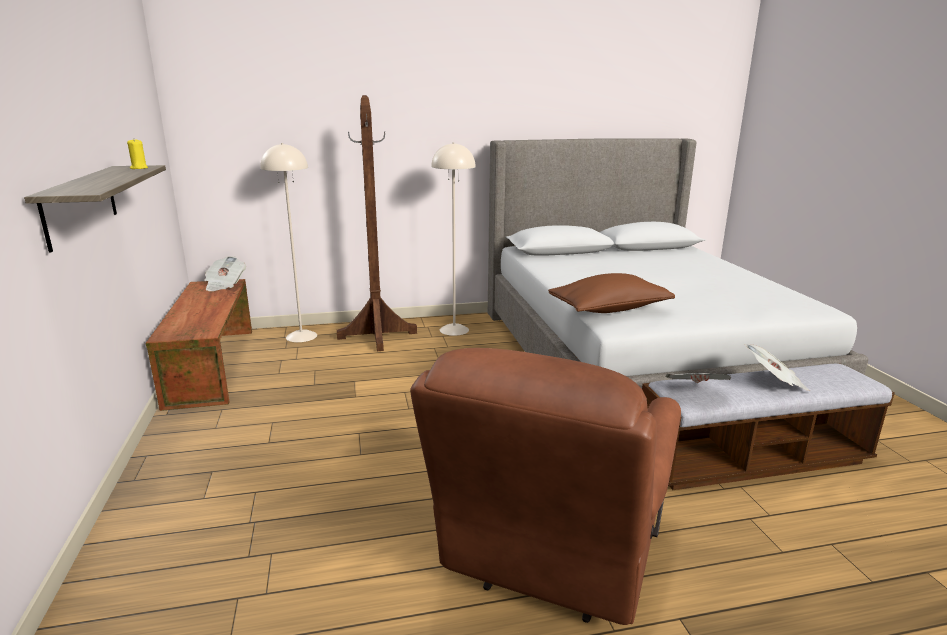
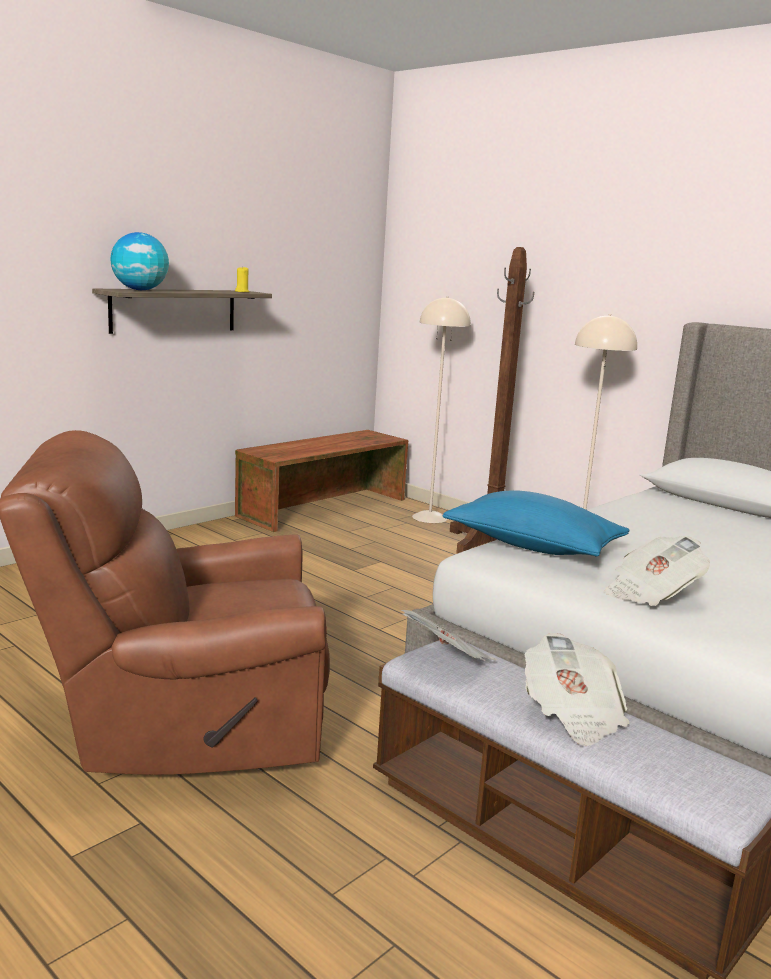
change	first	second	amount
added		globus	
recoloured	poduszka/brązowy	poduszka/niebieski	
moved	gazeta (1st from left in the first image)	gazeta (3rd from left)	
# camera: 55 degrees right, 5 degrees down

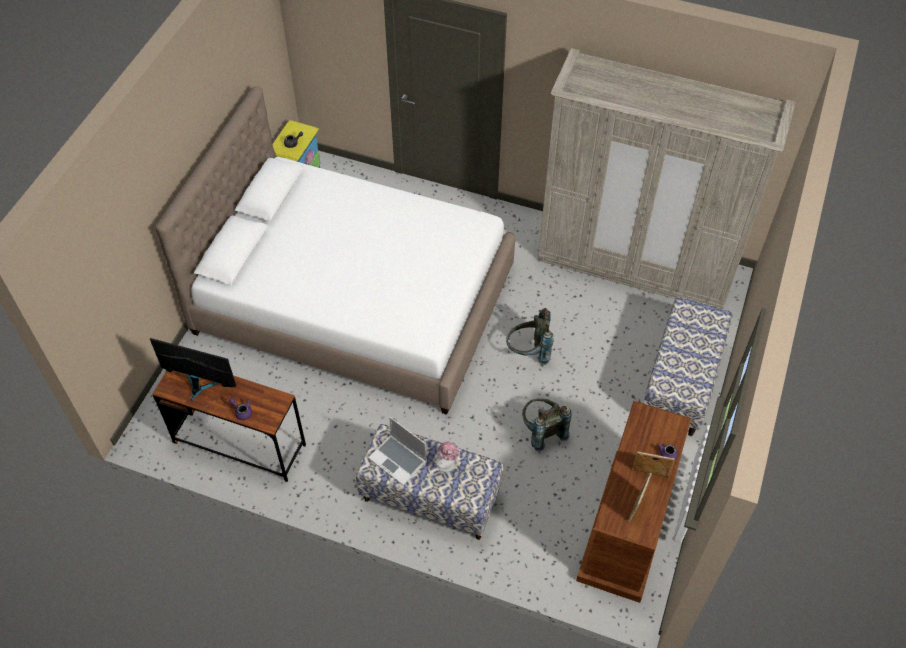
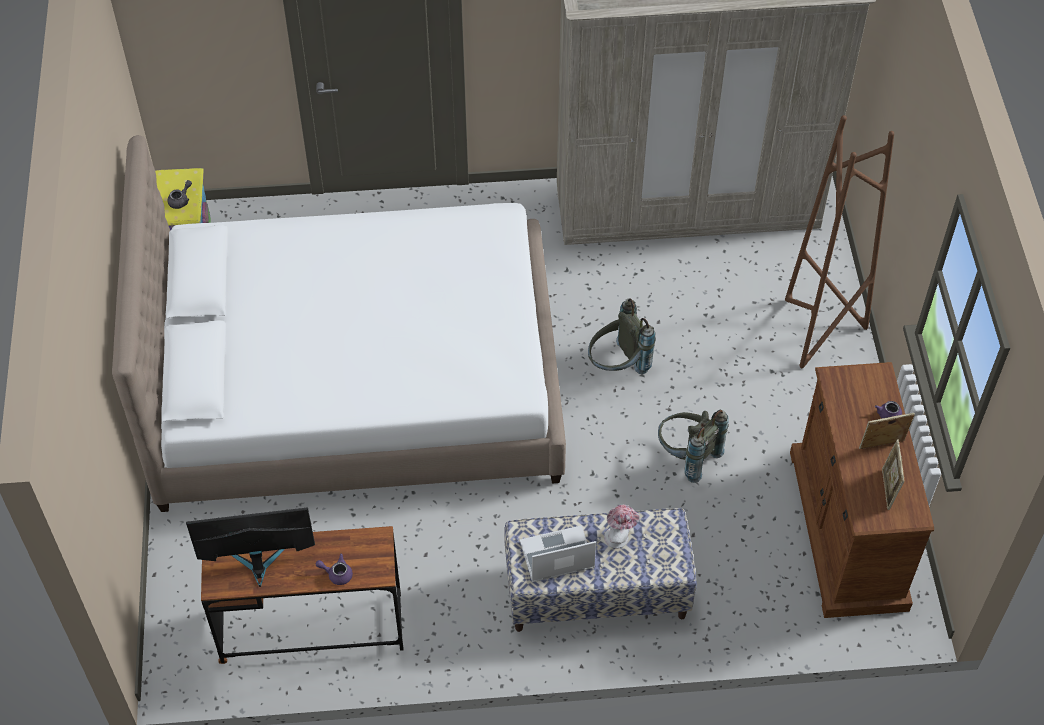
change	first	second	amount
turned	laptop		150 degrees clockwise
replaced	ławka (2nd from left)	wieszak/brązowy	
# camera: 25 degrees left, 0 degrees up

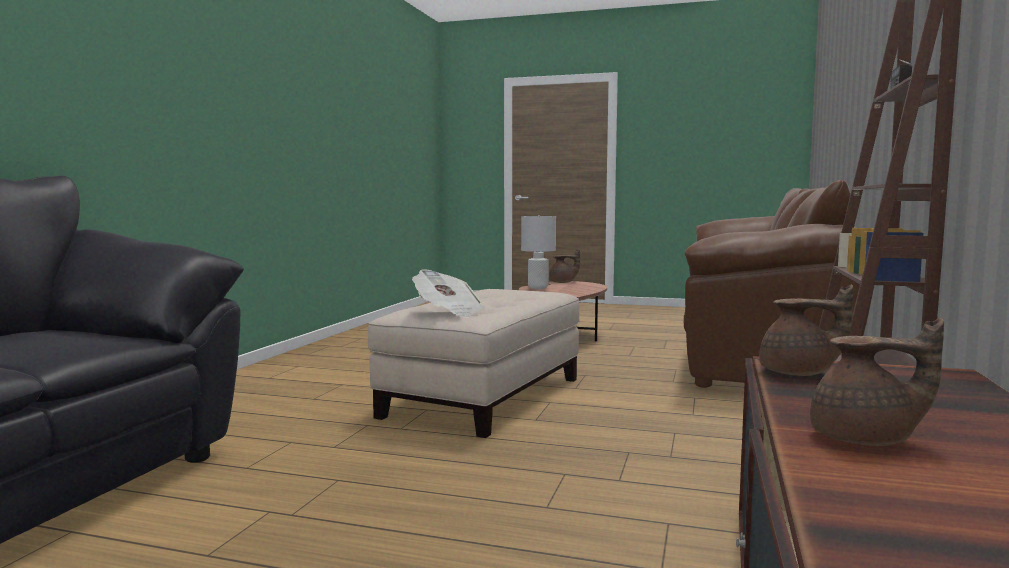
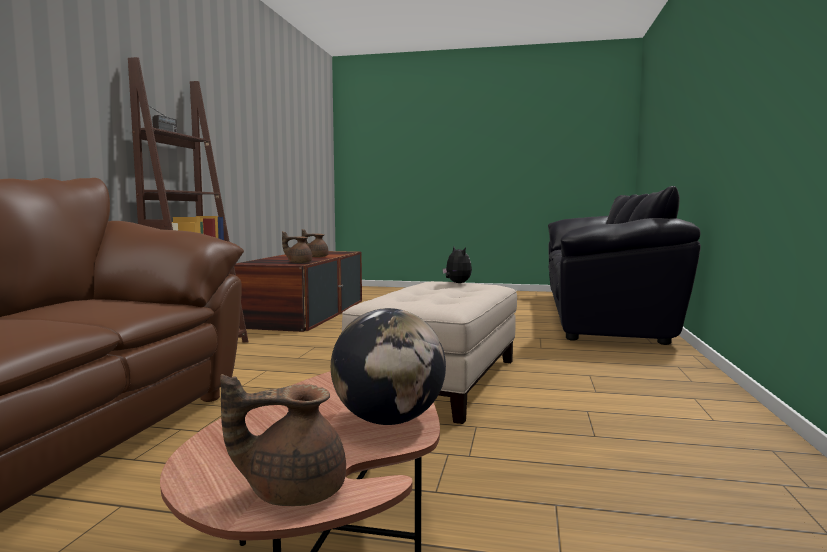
change	first	second	amount
replaced	lampa stołowa/szary	globus	
replaced	gazeta	pluszak	
# camera: 175 degrees right, 0 degrees up

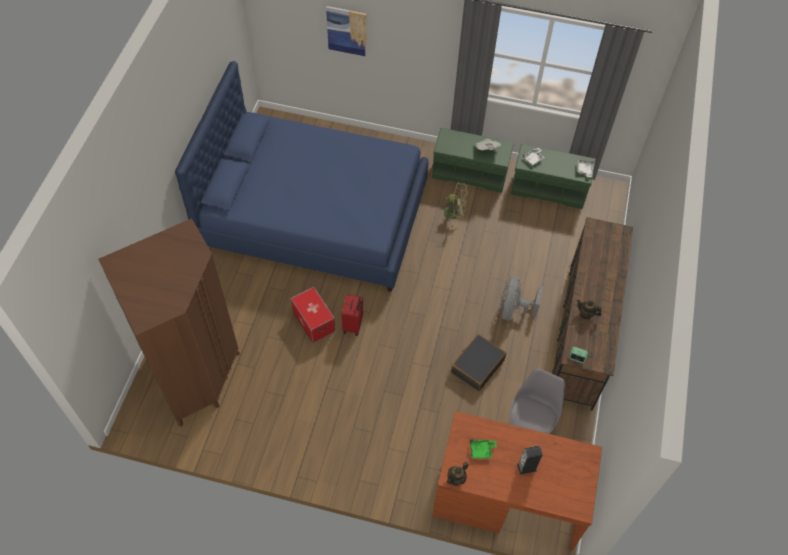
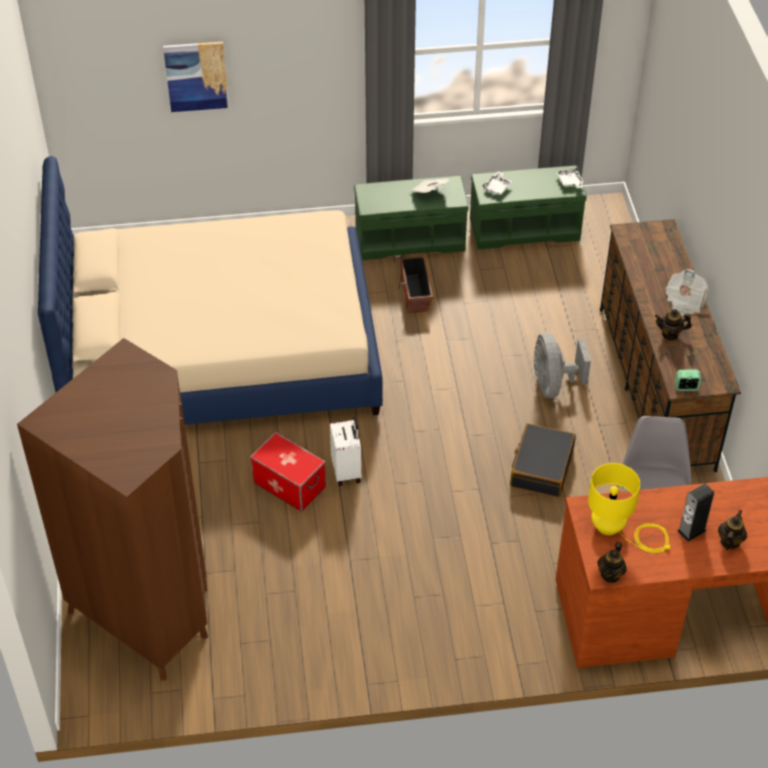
change	first	second	amount
recoloured	łóżko/niebieski	łóżko/beżowy	
recoloured	walizka/czerwony	walizka/biały	
replaced	wentylator/zielony	donica	
replaced	taca/zielony	lampa stołowa/żółty	
added		gazeta (2nd from left)	
added		imbryk (3rd from left)	
# camera: 20 degrees left, 10 degrees down

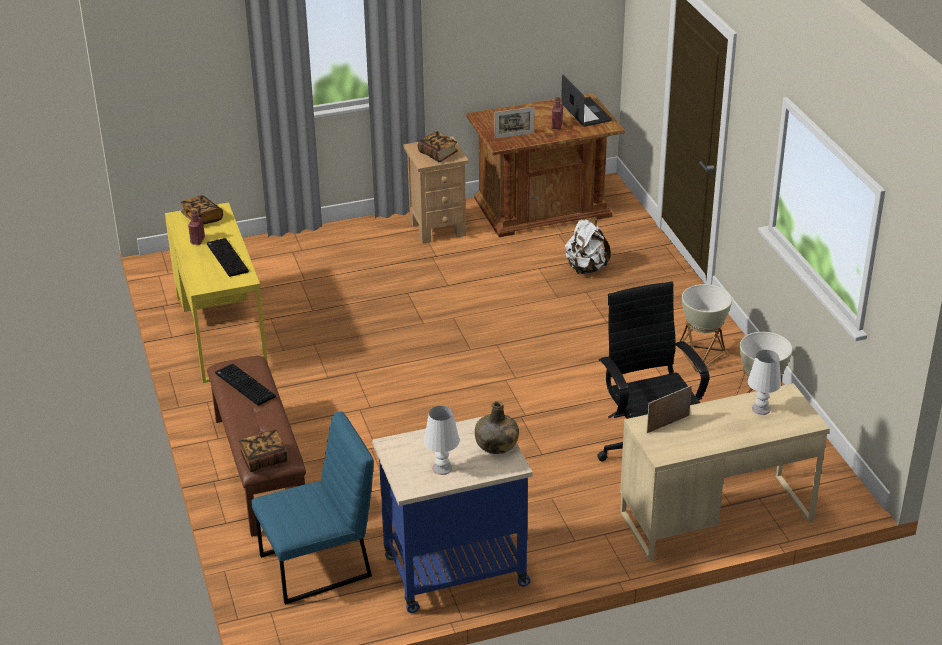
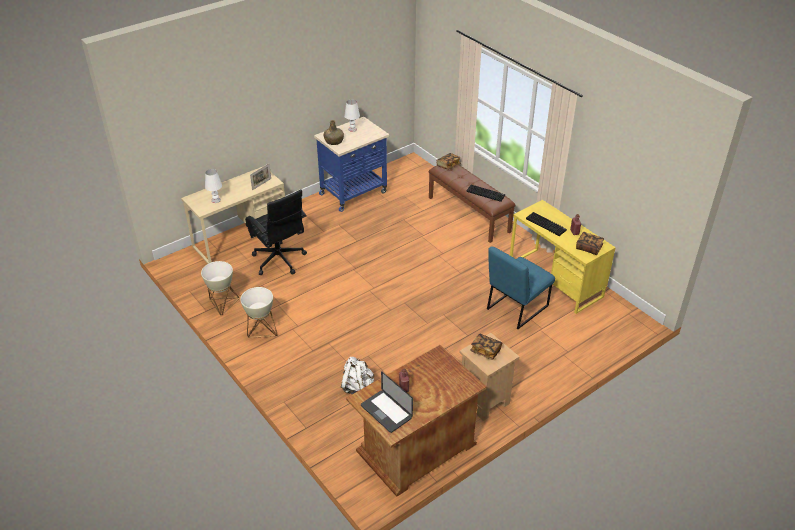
change	first	second	amount
moved	krzesło/niebieski		
removed	ramka na zdjęcie (1st from left)		
# camera: 160 degrees right, 5 degrees up

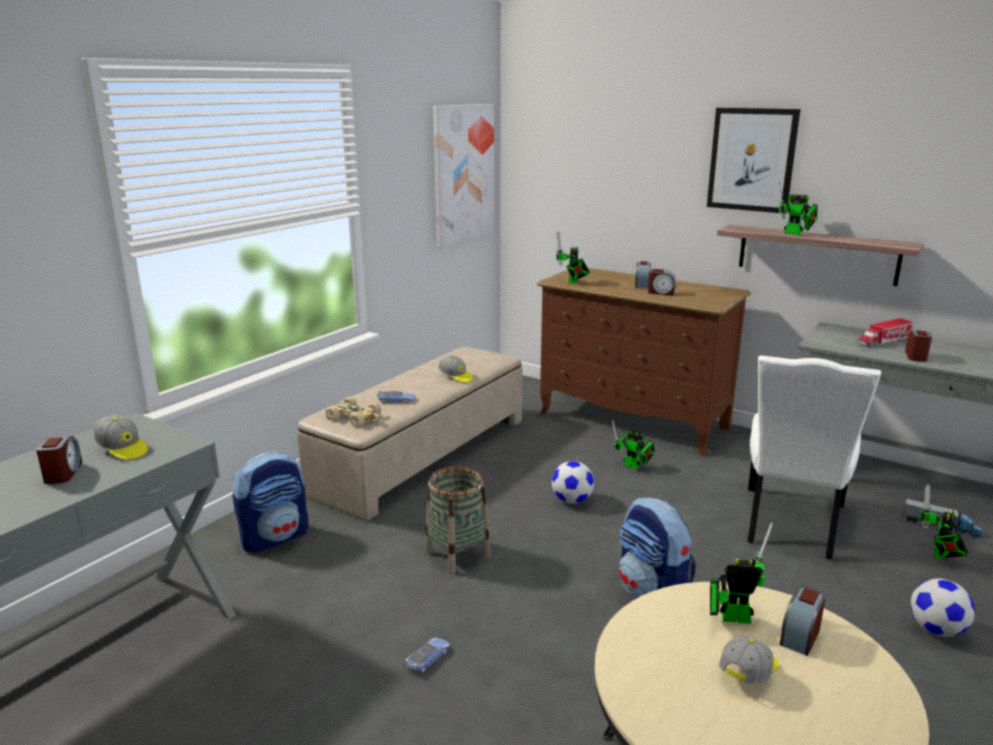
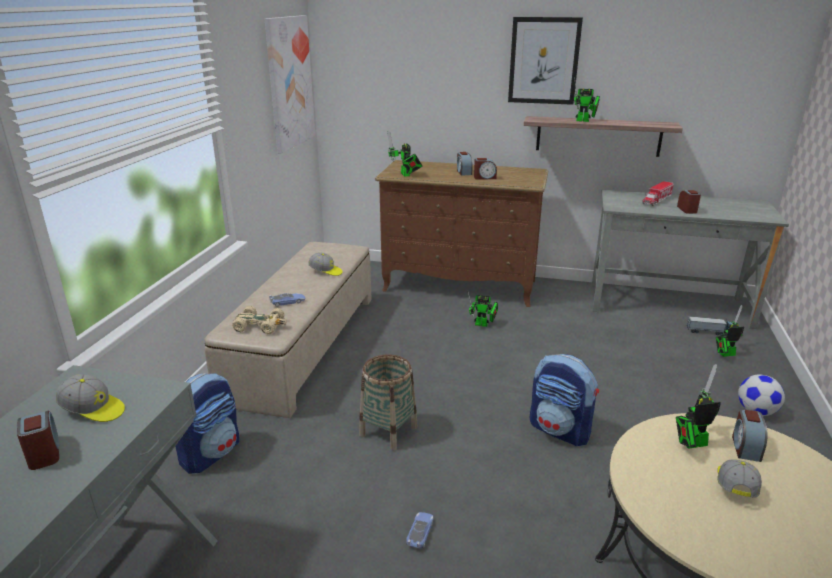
change	first	second	amount
turned	robot zabawkowy (5th from left)		75 degrees clockwise
removed	piłka futbolowa (1st from left)		
removed	krzesło/biały		
# camera: 20 degrees left, 5 degrees up

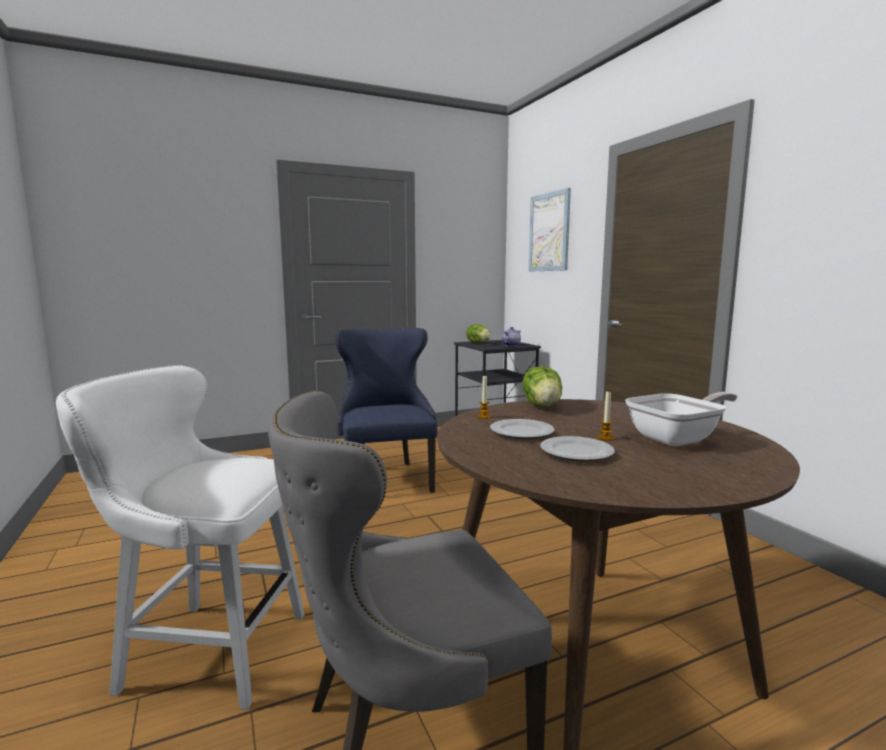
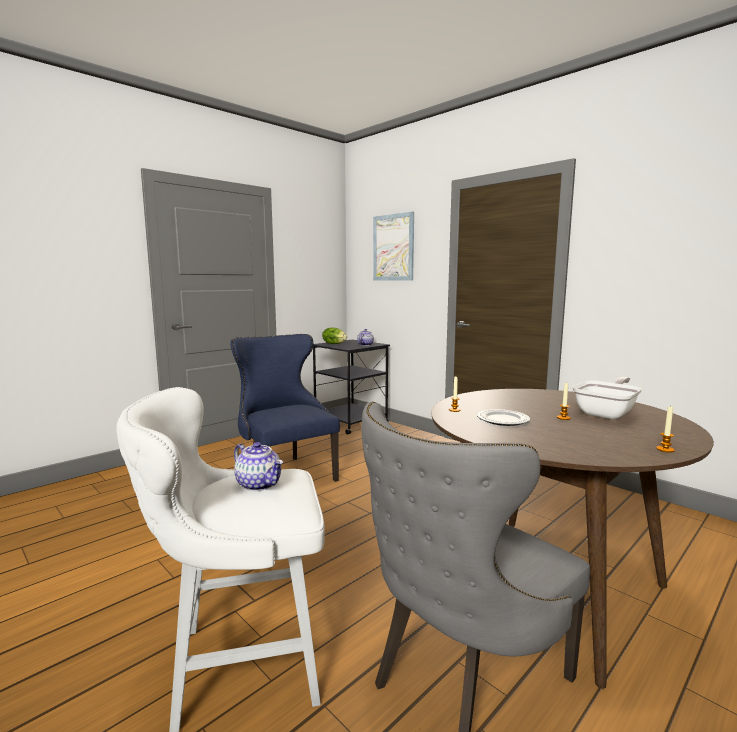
change	first	second	amount
added		imbryk (1st from left)	
added		świeca (3rd from left)	
removed	sałata (2nd from left)		
removed	talerz (2nd from left)		
# camera: 20 degrees left, 0 degrees up

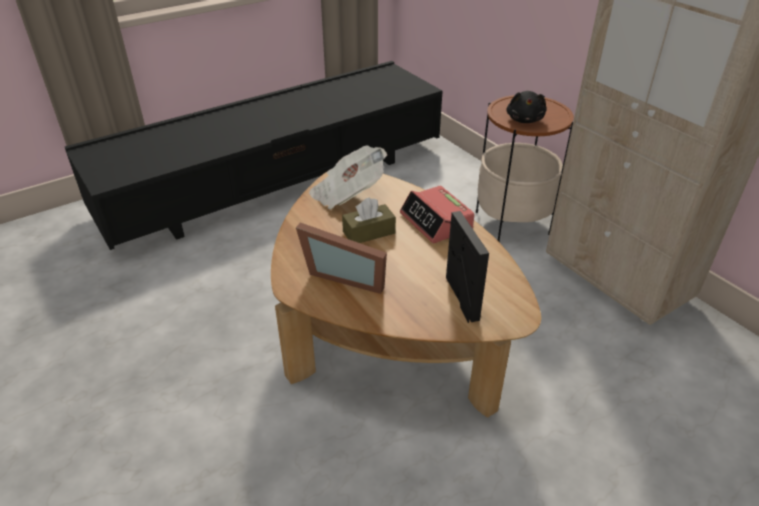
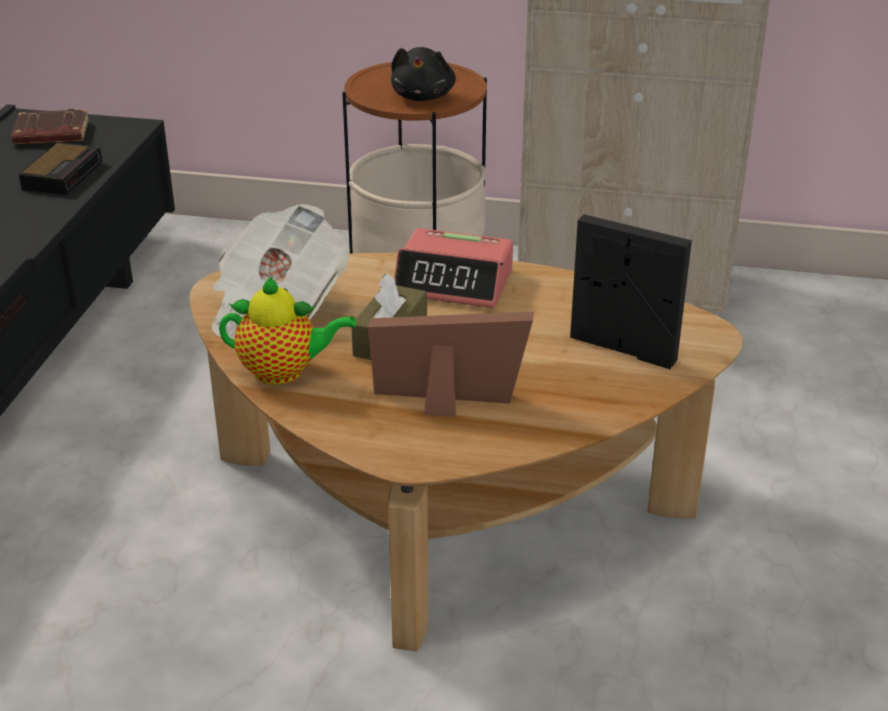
change	first	second	amount
added		książka/brązowy	
added		budzik (1st from left)	
added		imbryk	
turned	ramka na zdjęcie (1st from left)		150 degrees counterclockwise
turned	pluszak/czarny		45 degrees clockwise
# camera: 45 degrees left, 5 degrees down

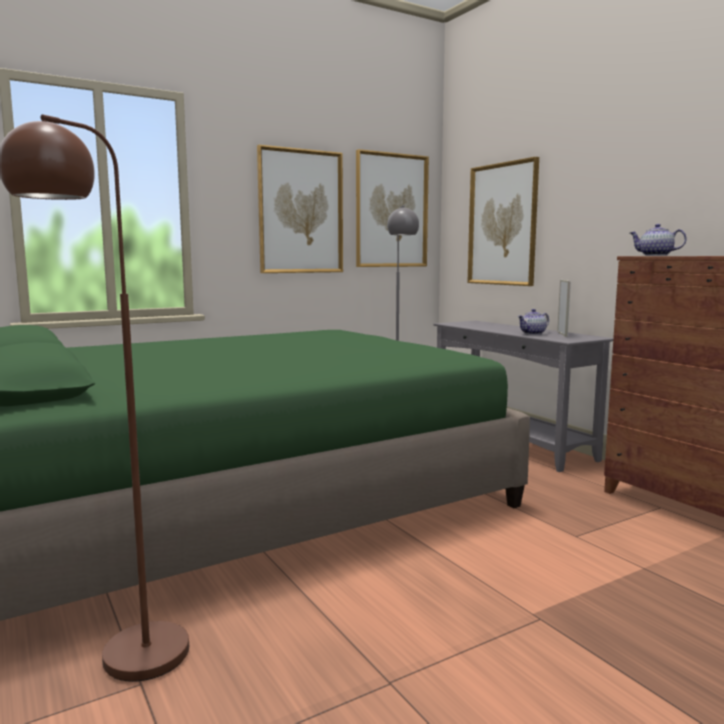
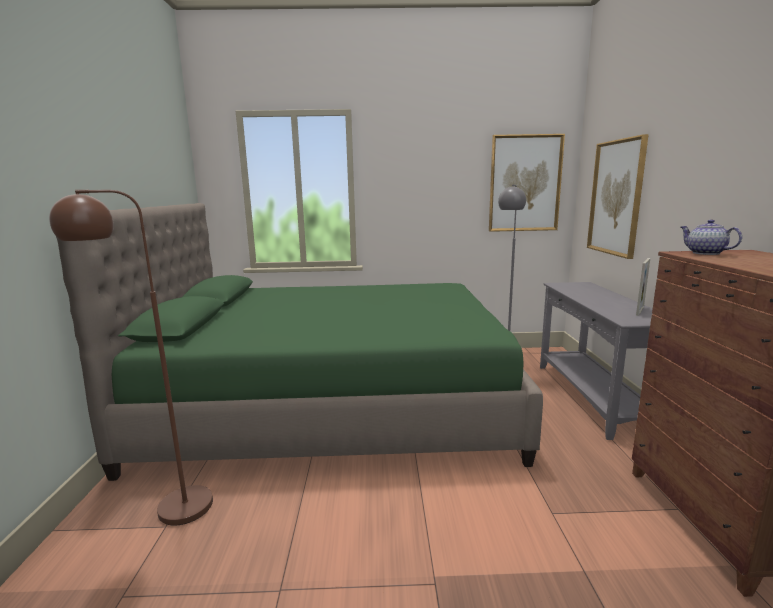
change	first	second	amount
removed	obraz (1st from left)		
removed	imbryk (1st from left)		
# camera: 30 degrees right, 5 degrees up

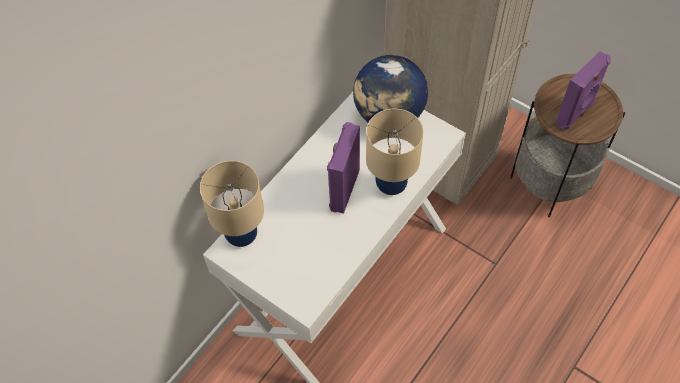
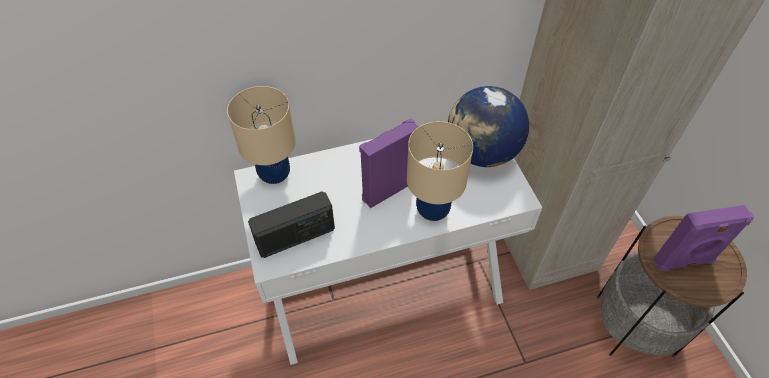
change	first	second	amount
added		radio	
# camera: 35 degrees right, 5 degrees down

